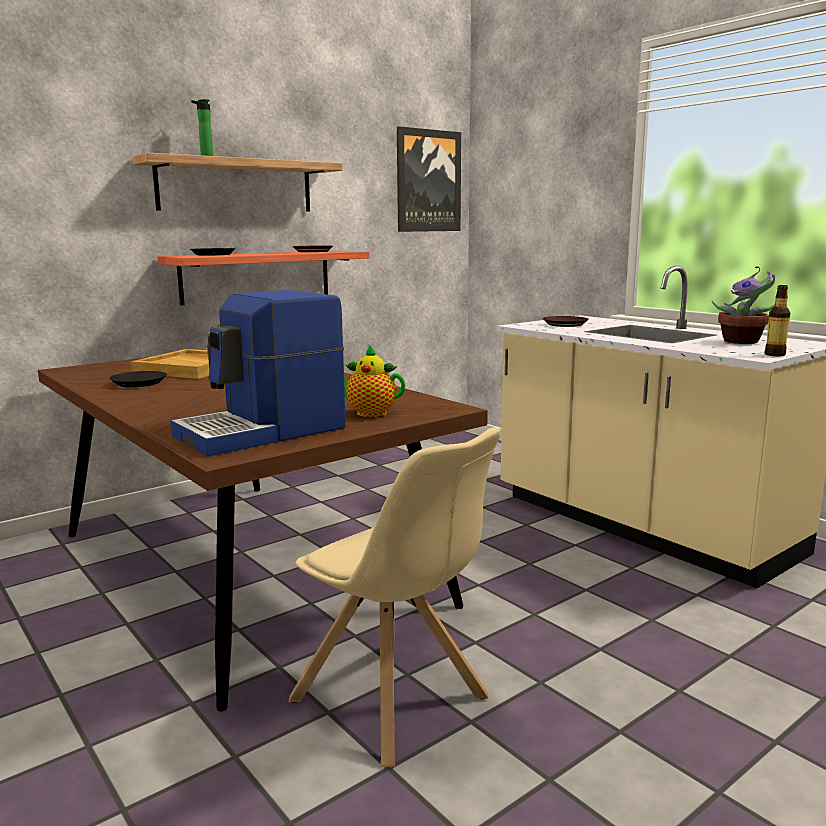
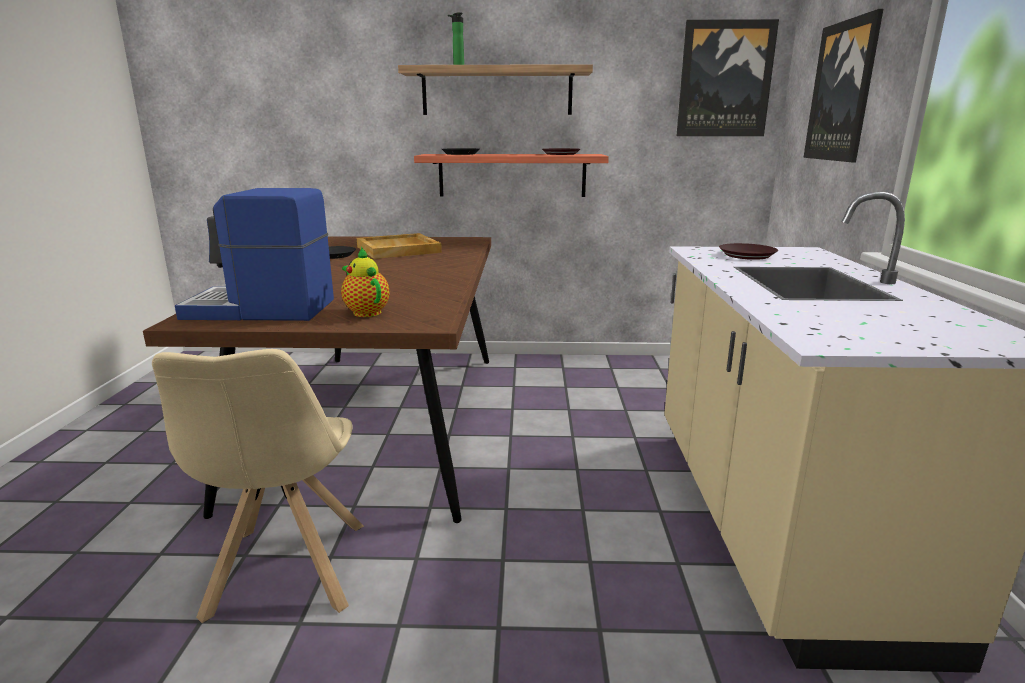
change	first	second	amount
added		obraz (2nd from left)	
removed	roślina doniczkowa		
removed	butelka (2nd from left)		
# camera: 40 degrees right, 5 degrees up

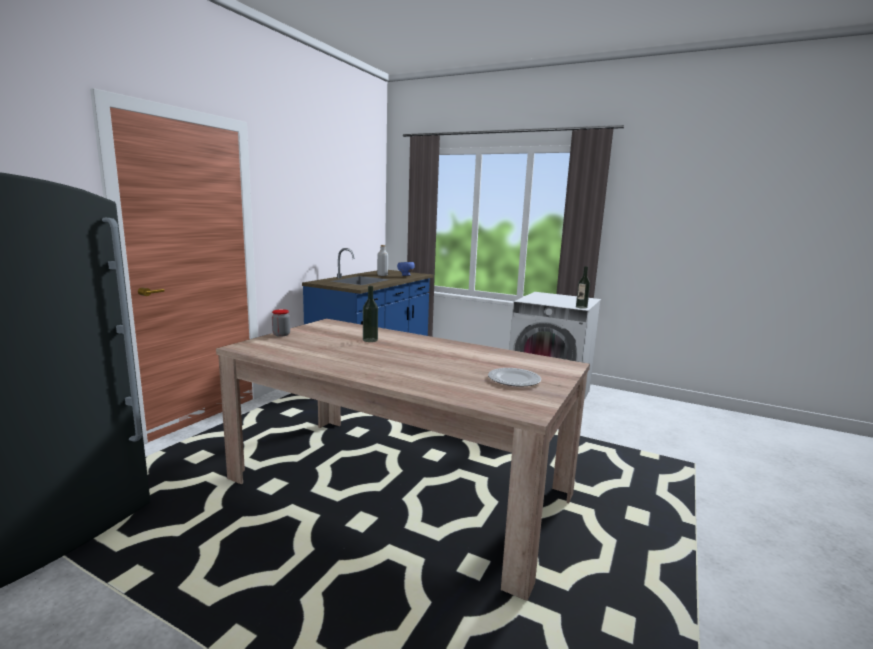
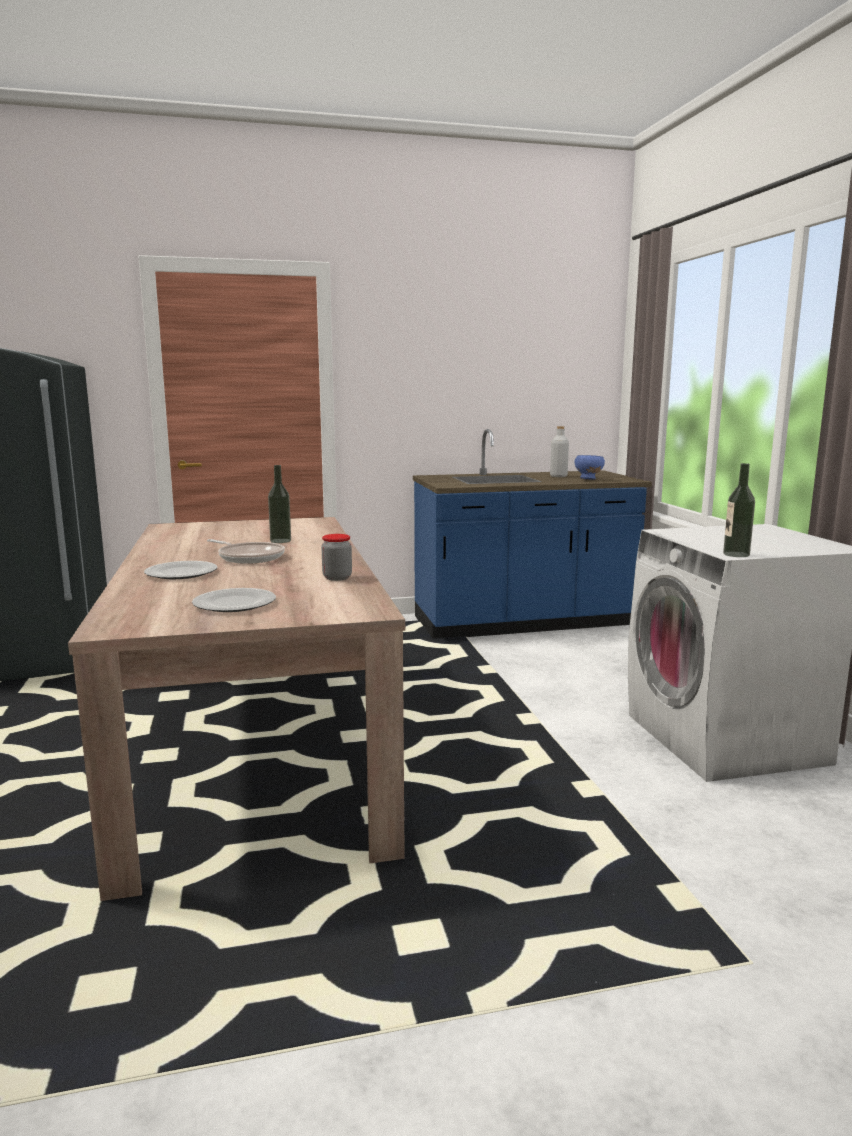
change	first	second	amount
added		talerz (1st from left)	
added		patelnia	
moved	słoik		
# camera: 50 degrees right, 0 degrees up

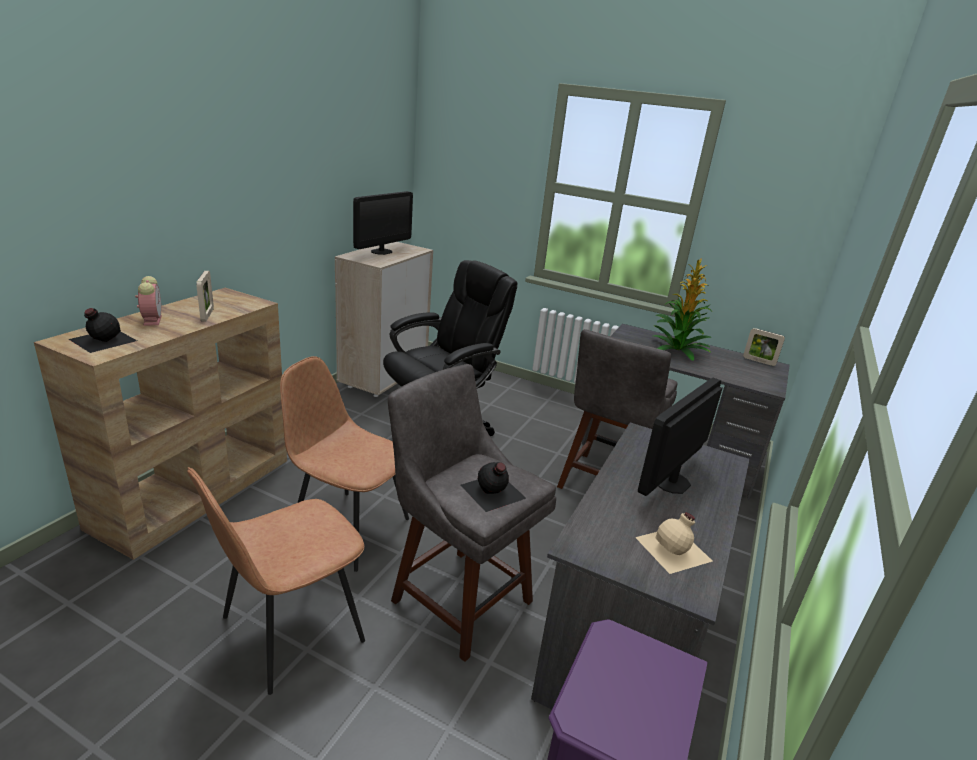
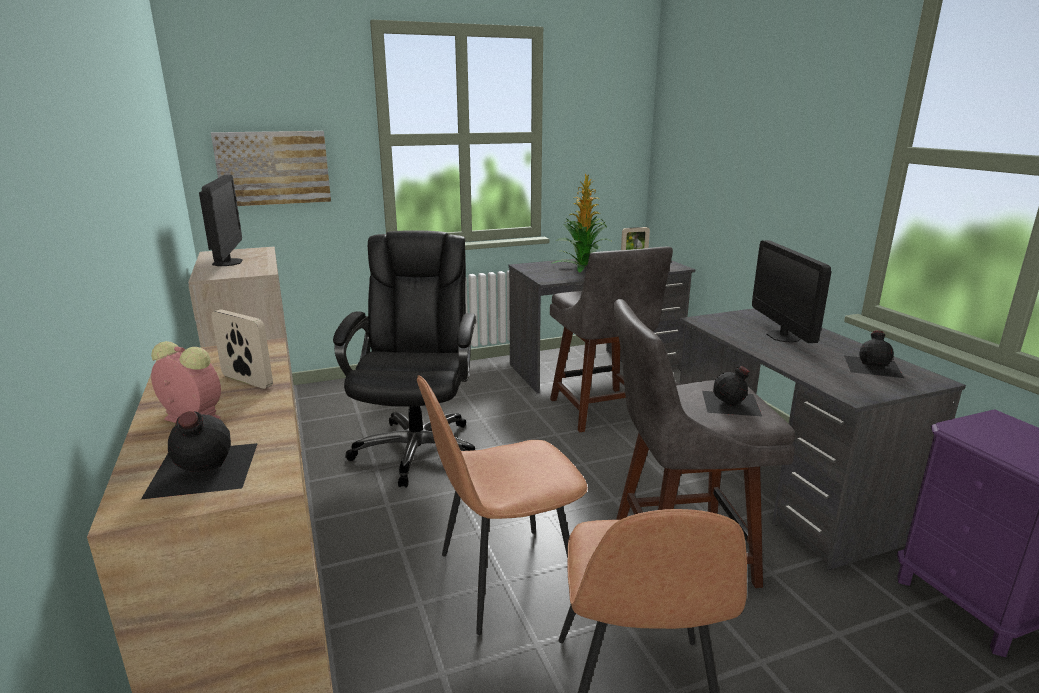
change	first	second	amount
added		obraz	
recoloured	butelka/beżowy	butelka/czarny (3rd from left)	
# camera: 45 degrees left, 5 degrees down

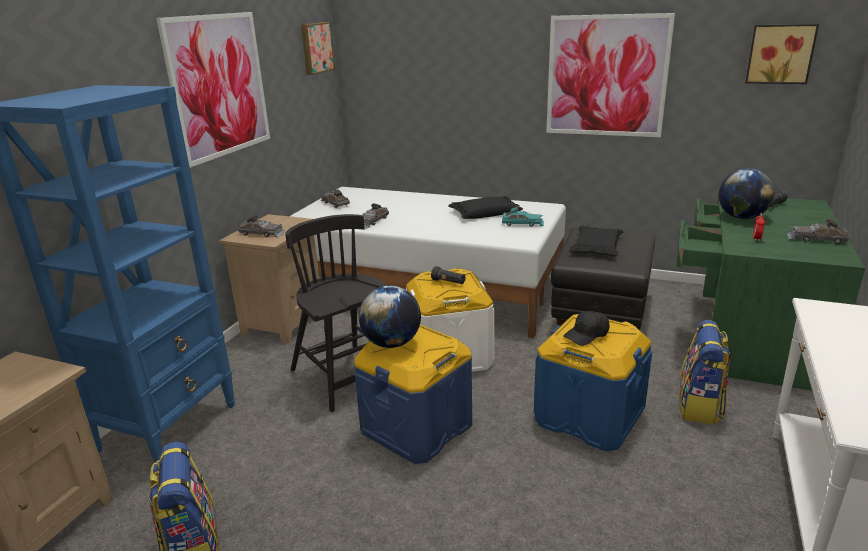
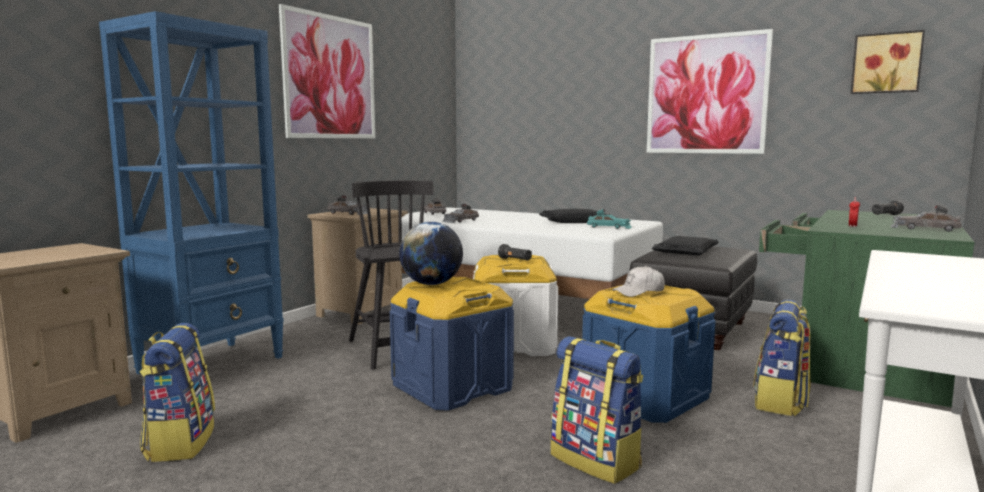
change	first	second	amount
added		plecak (2nd from left)	
recoloured	czapka z daszkiem/czarny	czapka z daszkiem/biały	
removed	obraz (2nd from left)		
removed	globus (2nd from left)		
# camera: 10 degrees right, 15 degrees down

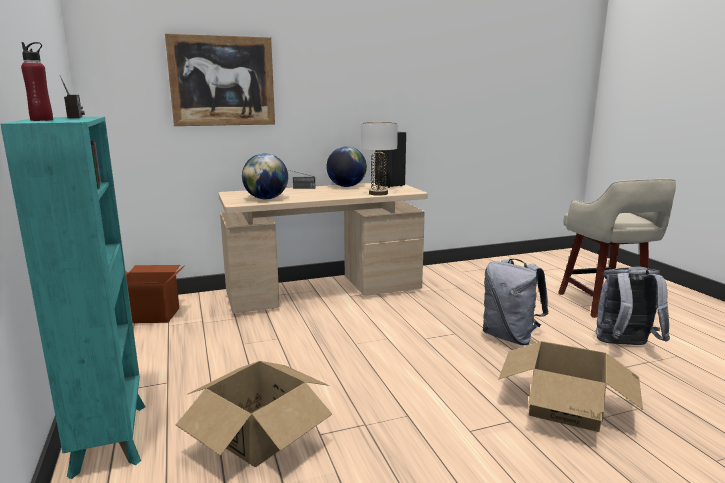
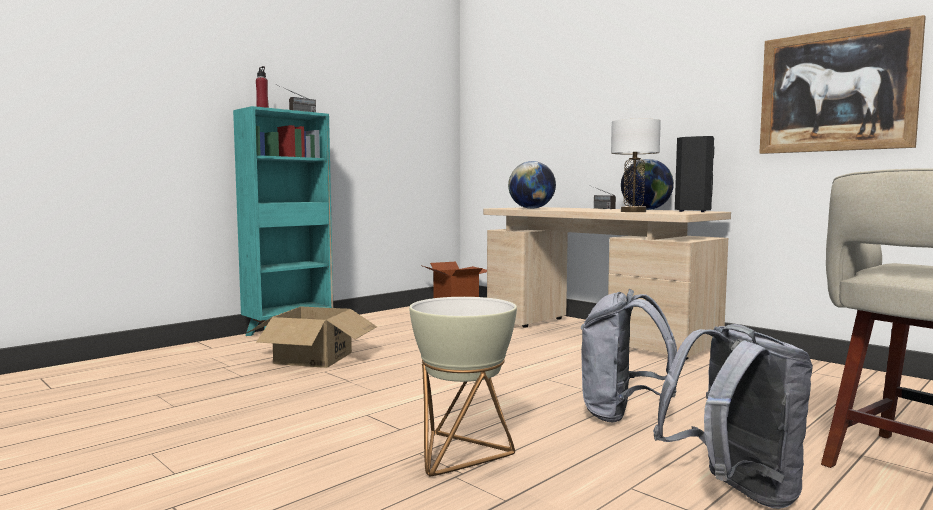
change	first	second	amount
replaced	karton (3rd from left)	donica	
moved	obraz		
# camera: 65 degrees right, 10 degrees down

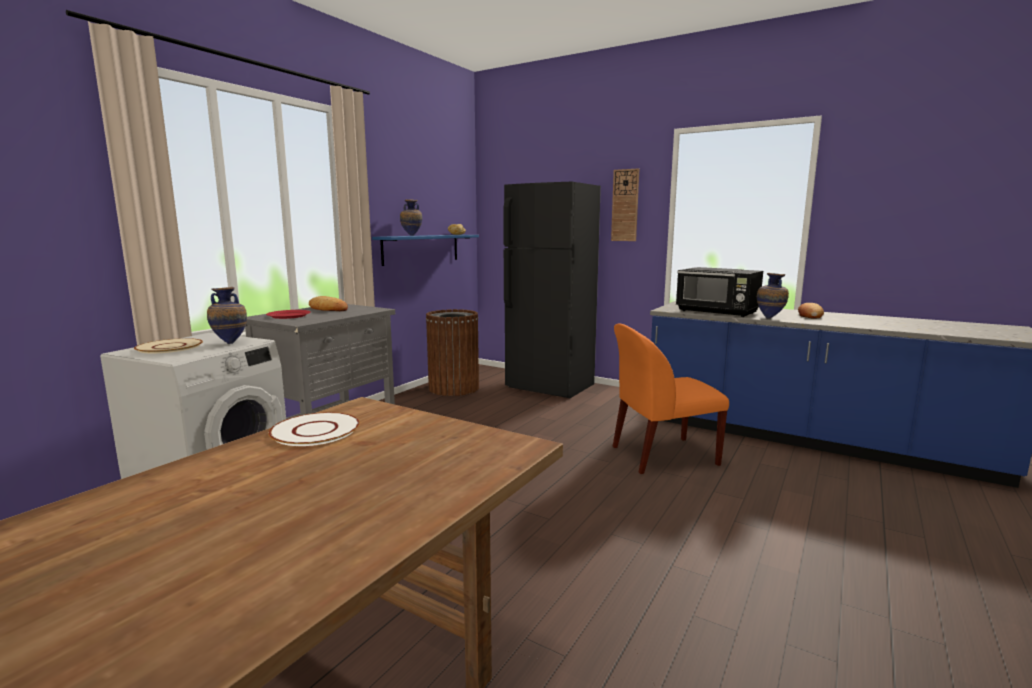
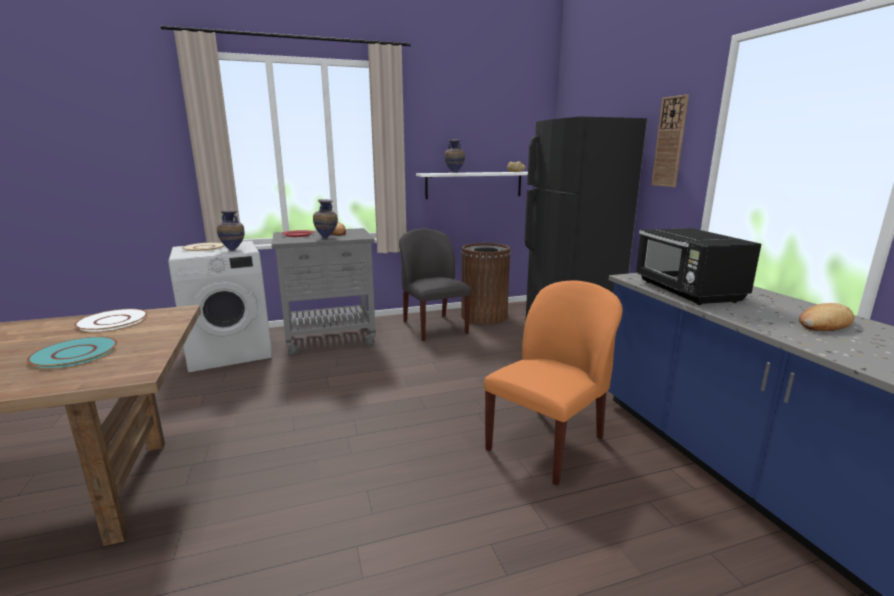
change	first	second	amount
added		talerz/turkusowy	
moved	wazon (3rd from left in the first image)	wazon (2nd from left)	
added		krzesło/szary	
recoloured	półka/niebieski	półka/biały	
turned	krzesło/pomarańczowy		105 degrees clockwise
# camera: 40 degrees right, 5 degrees up

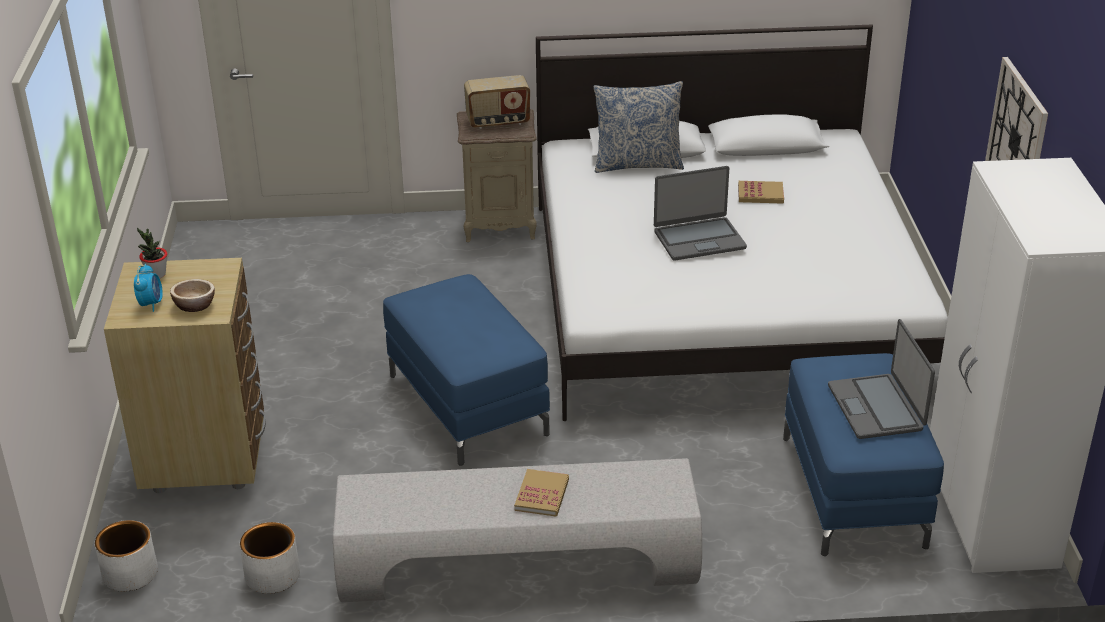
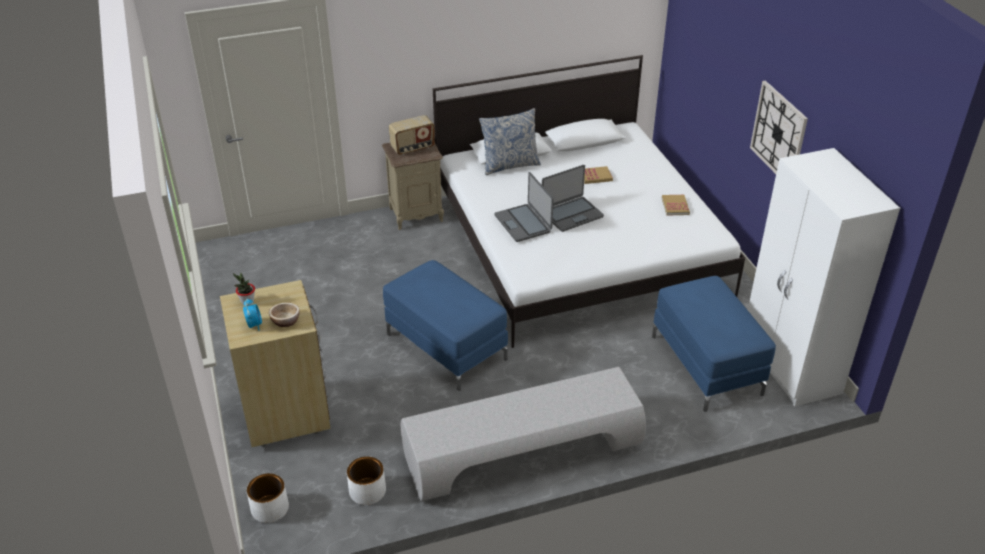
change	first	second	amount
moved	laptop (2nd from left in the first image)	laptop (1st from left)	
moved	książka (1st from left in the first image)	książka (2nd from left)	
# camera: 15 degrees left, 5 degrees up

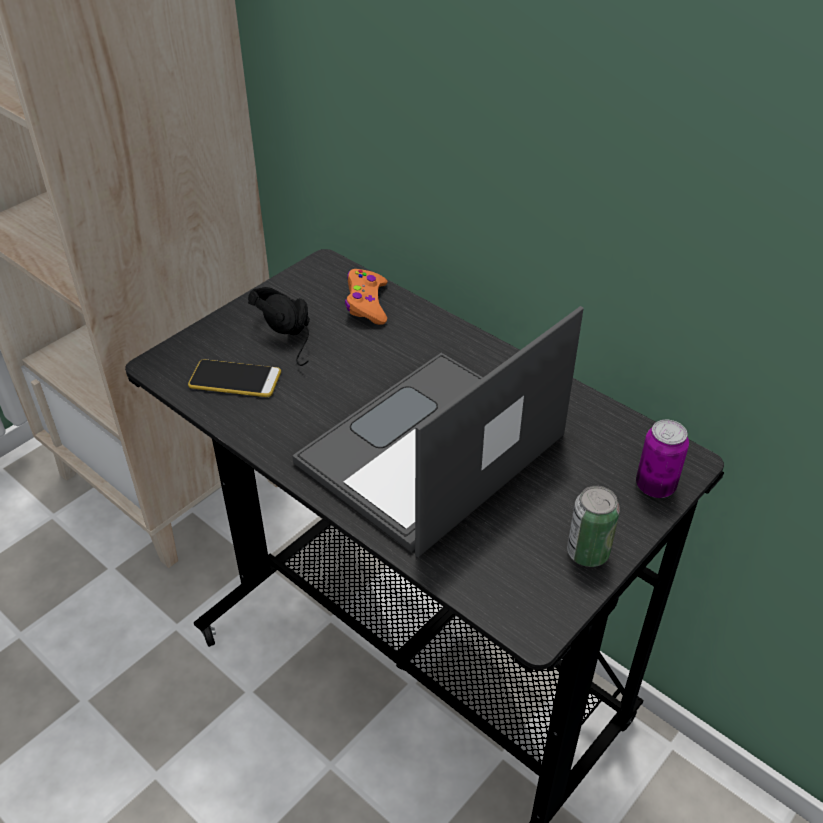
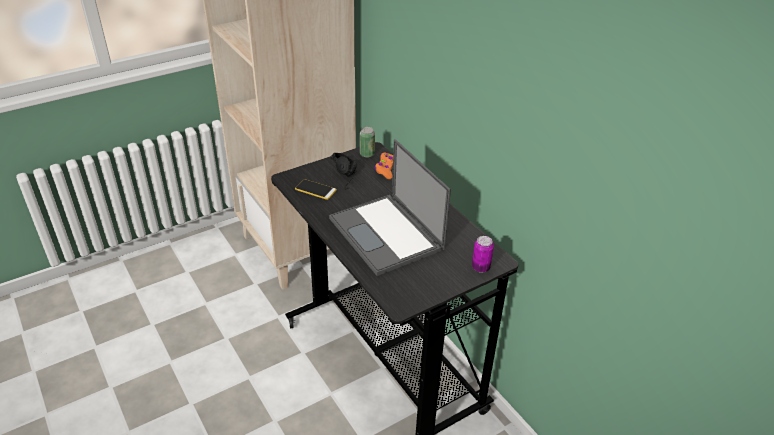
change	first	second	amount
turned	laptop		90 degrees counterclockwise
moved	puszka (1st from left)		
# camera: 15 degrees right, 5 degrees down

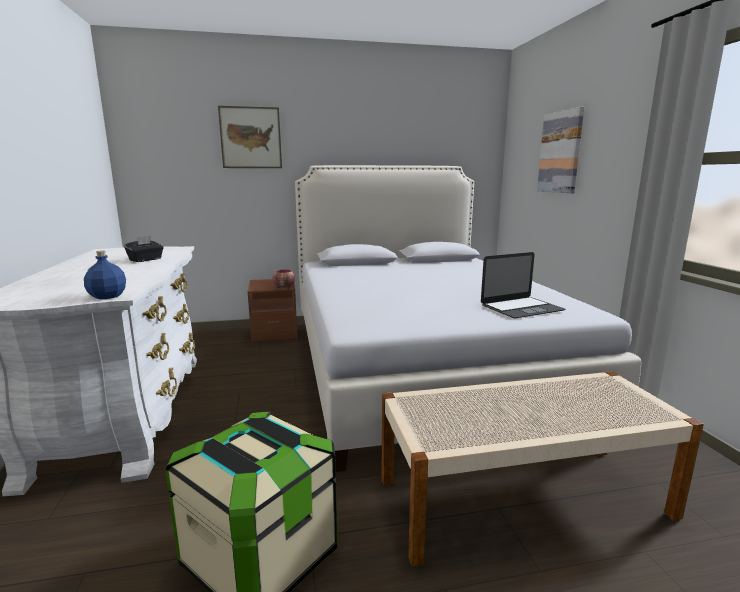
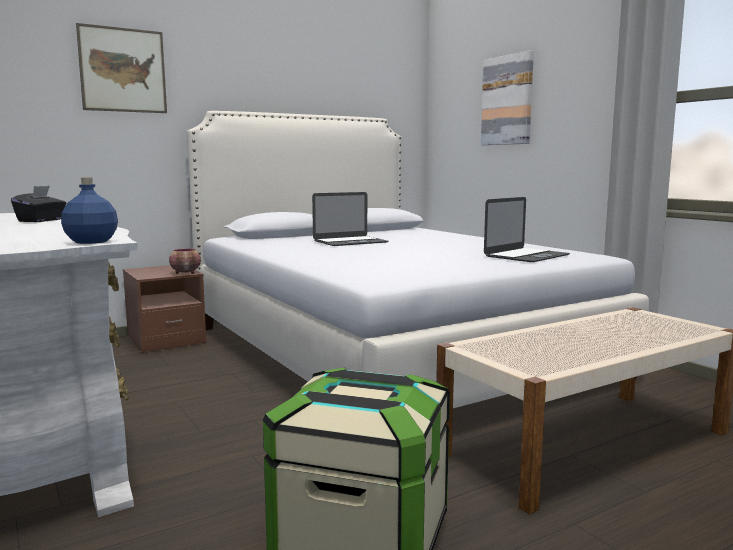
change	first	second	amount
added		laptop (1st from left)	
# camera: 20 degrees left, 5 degrees down

